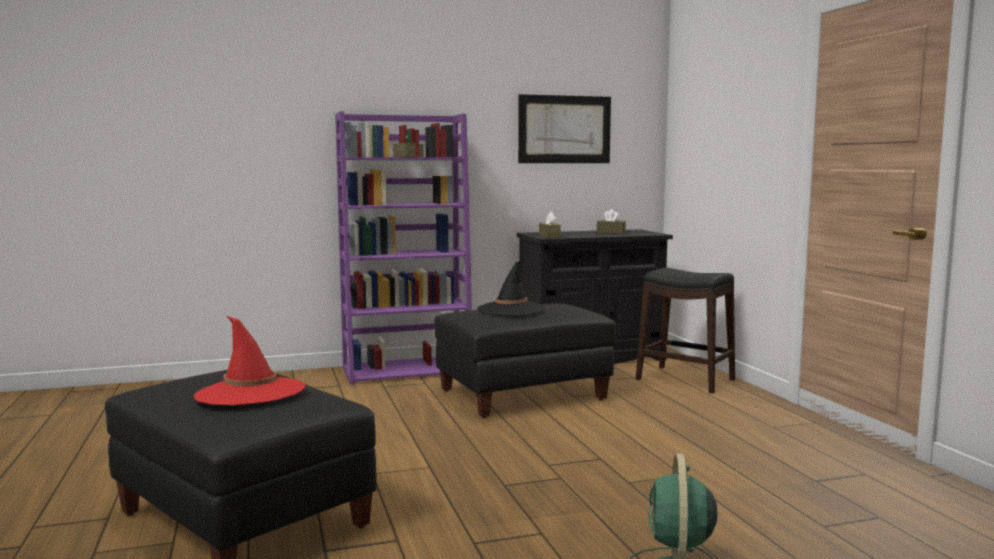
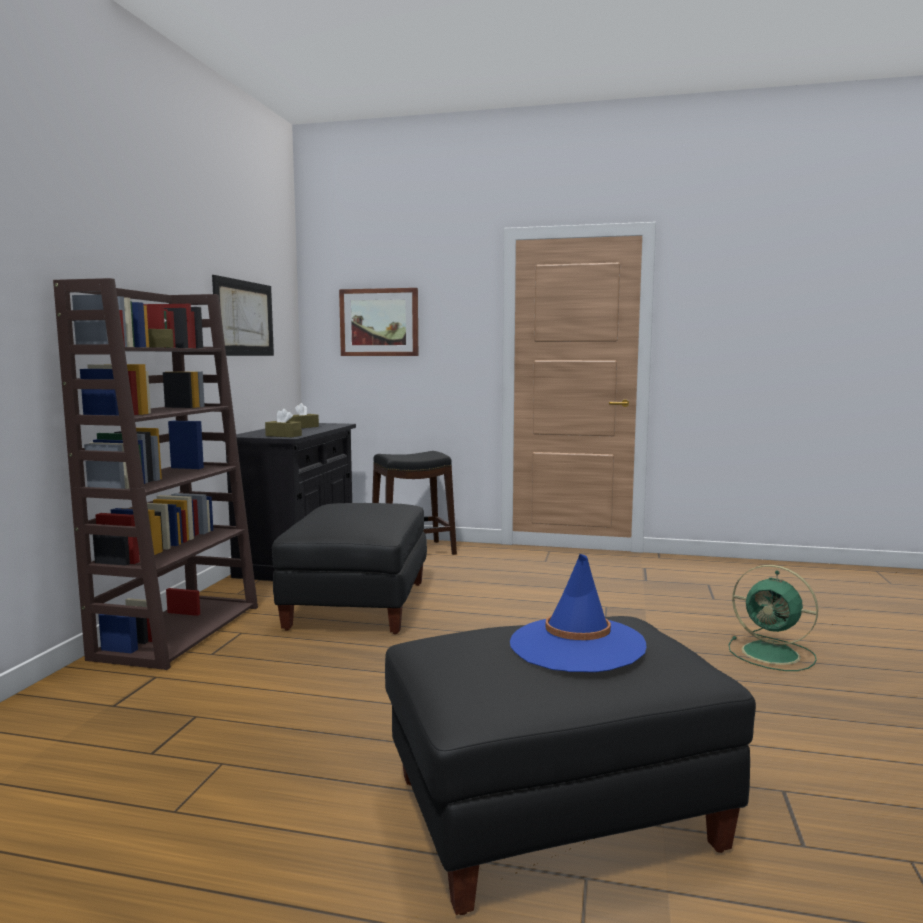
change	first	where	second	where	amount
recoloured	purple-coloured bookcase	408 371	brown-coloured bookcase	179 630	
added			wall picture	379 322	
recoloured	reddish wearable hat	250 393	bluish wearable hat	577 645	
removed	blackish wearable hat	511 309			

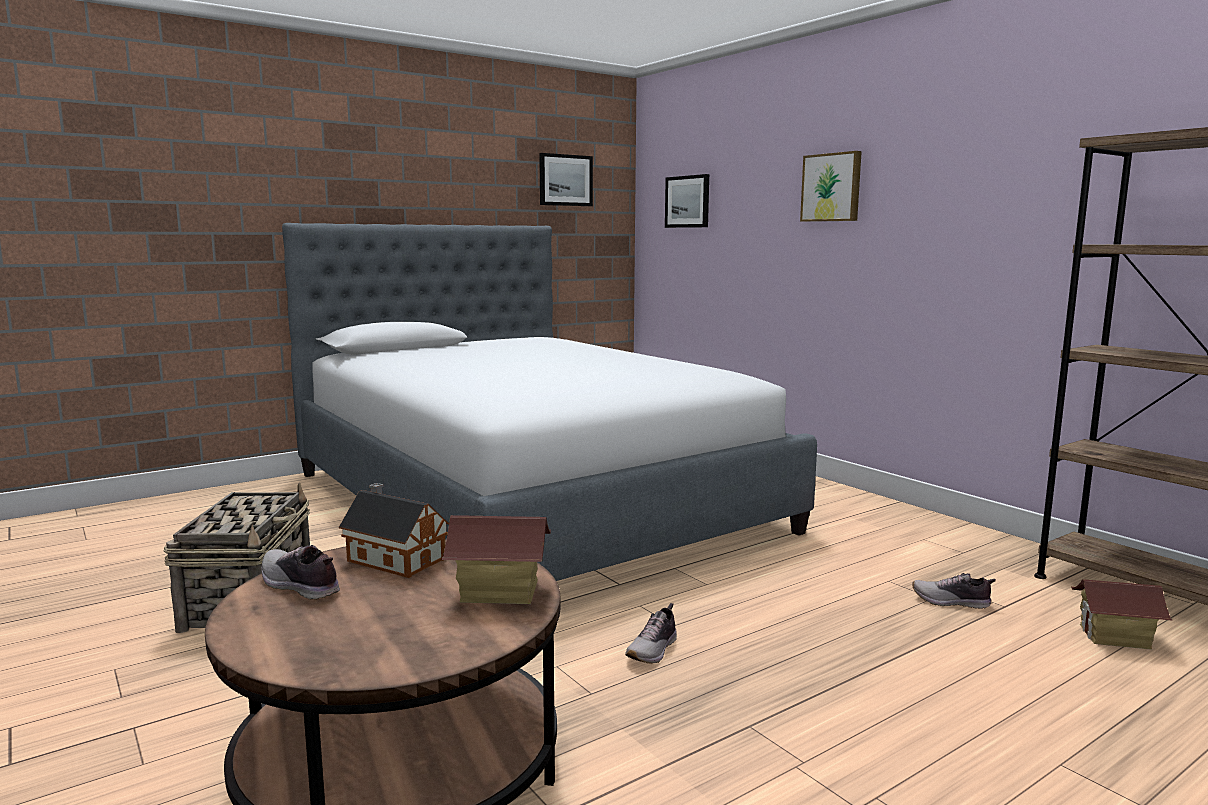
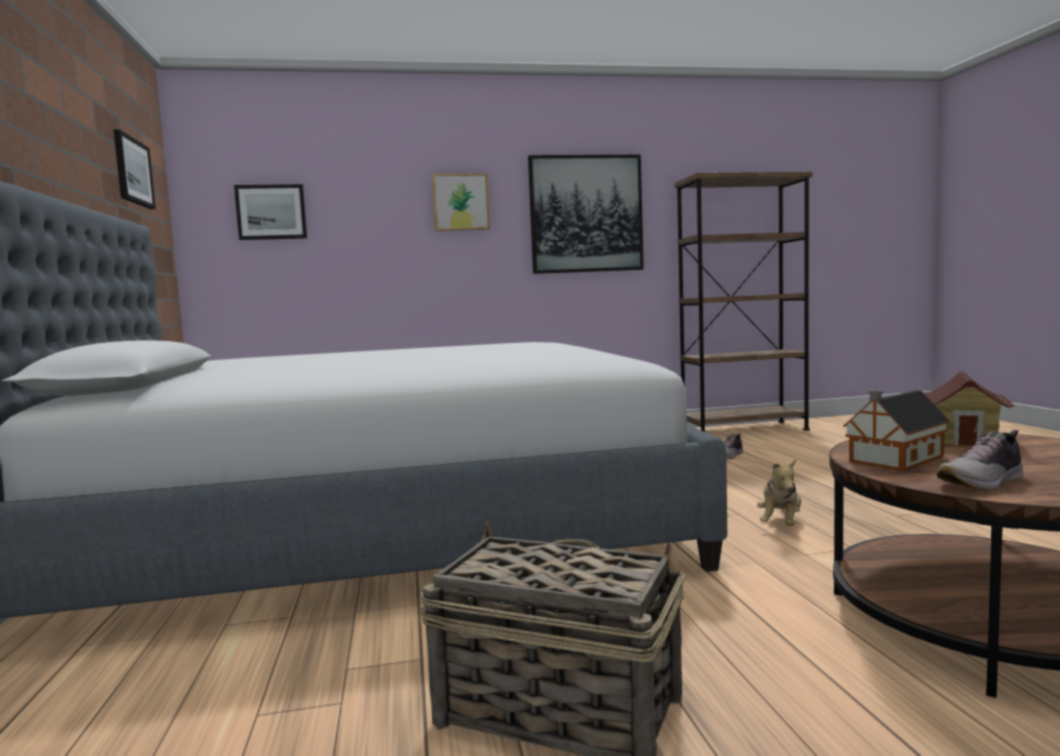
change	first	where	second	where	amount
added			wall picture	586 214	
replaced	low shoe	653 650	plush toy	781 523	
removed	model house	1115 637			

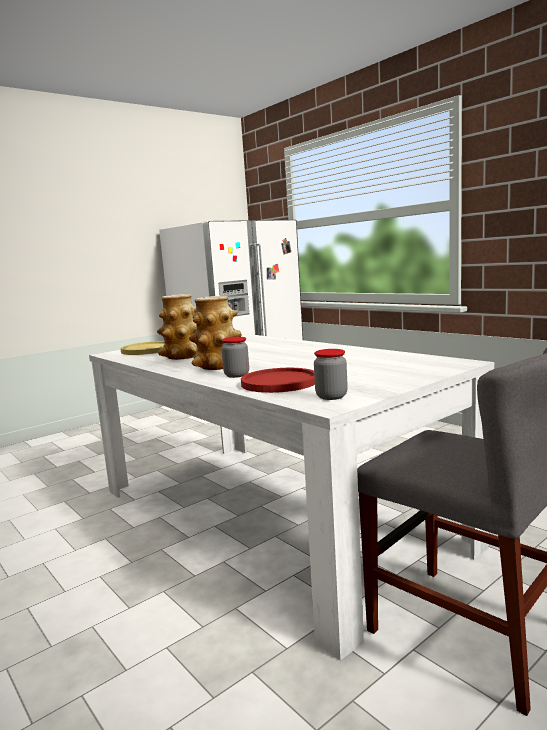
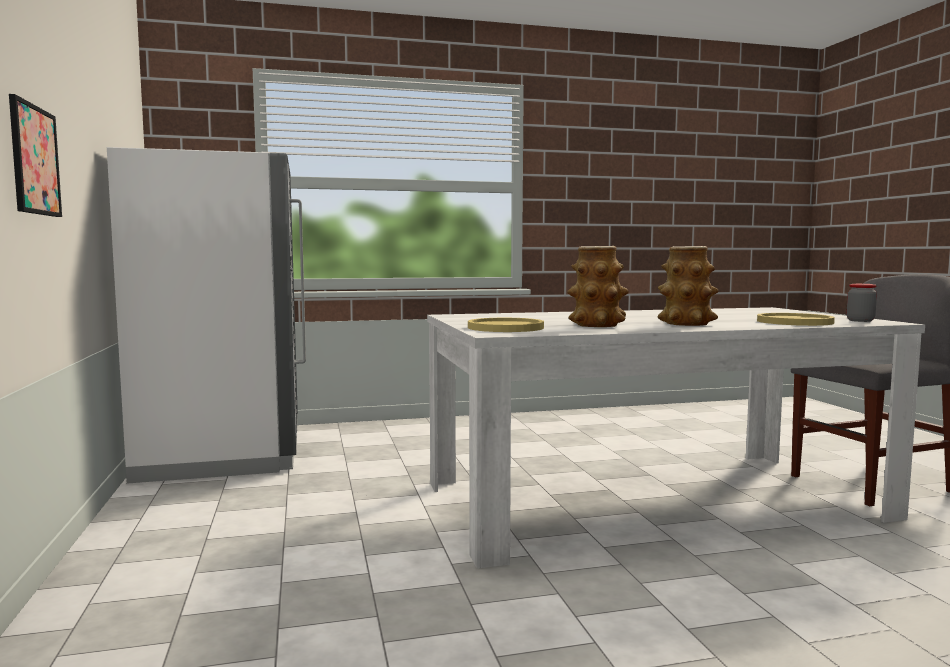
change	first	where	second	where	amount
added			wall picture	34 160	
recoloured	reddish flat dish	279 382	yellowish flat dish	794 322	
removed	storage jar	236 375			

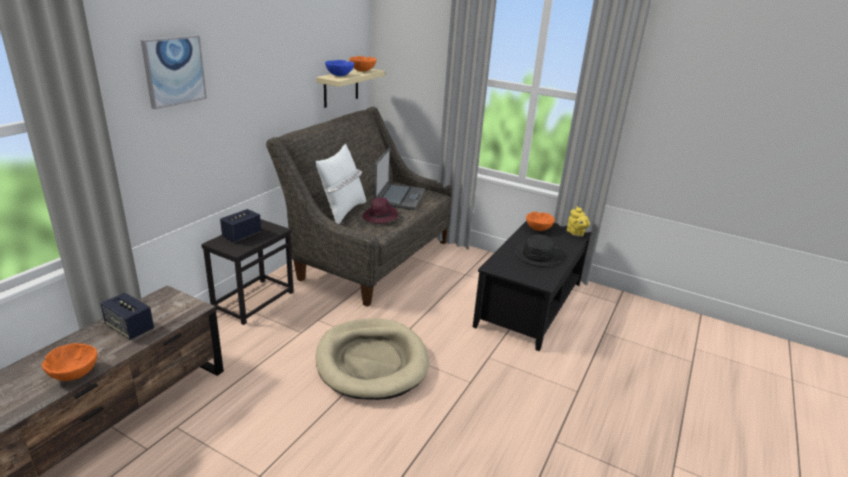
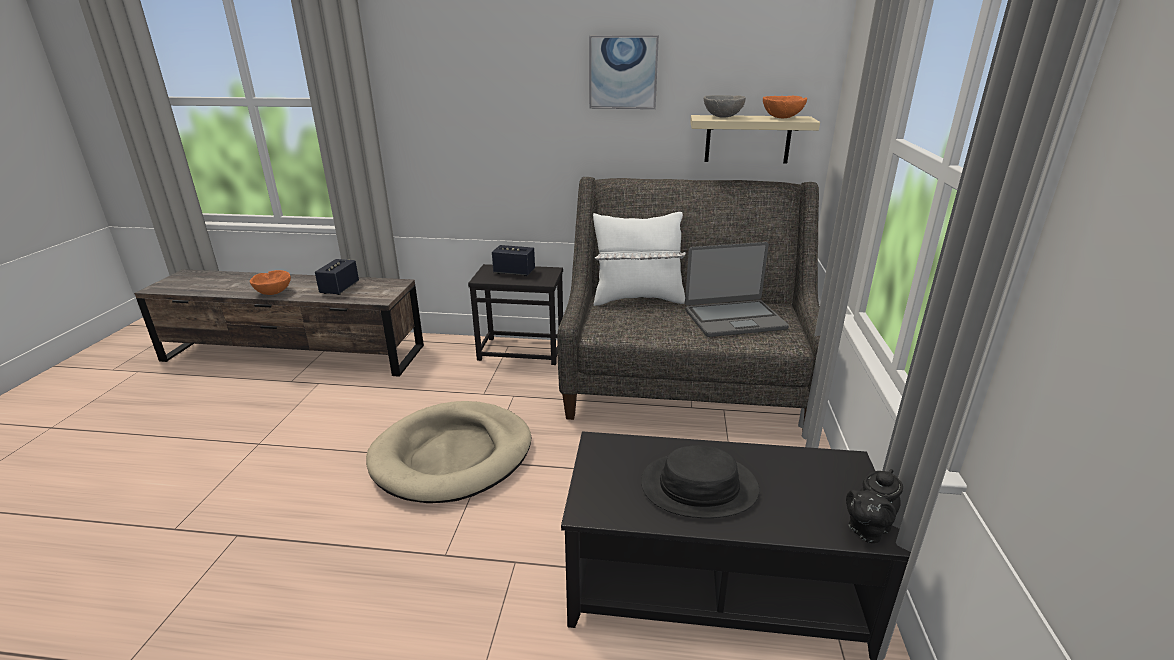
change	first	where	second	where	amount
moved	wall picture	174 71		623 72	
recoloured	bluish serving bowl	339 75	greyish serving bowl	723 117	
recoloured	yellowish teapot	576 233	blackish teapot	866 529	
removed	purple-coloured wearable hat	380 217			
removed	orangey serving bowl	538 229			

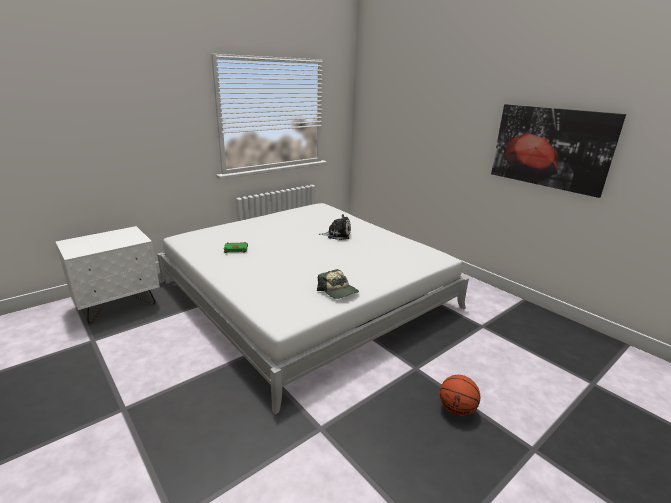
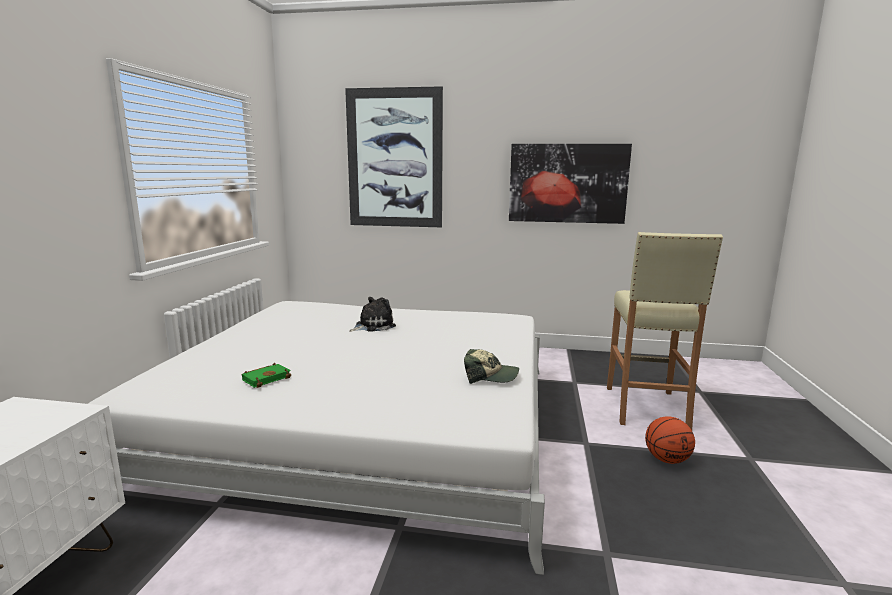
change	first	where	second	where	amount
added			wall picture	394 159	
added			sand-coloured sitting stool	646 408	

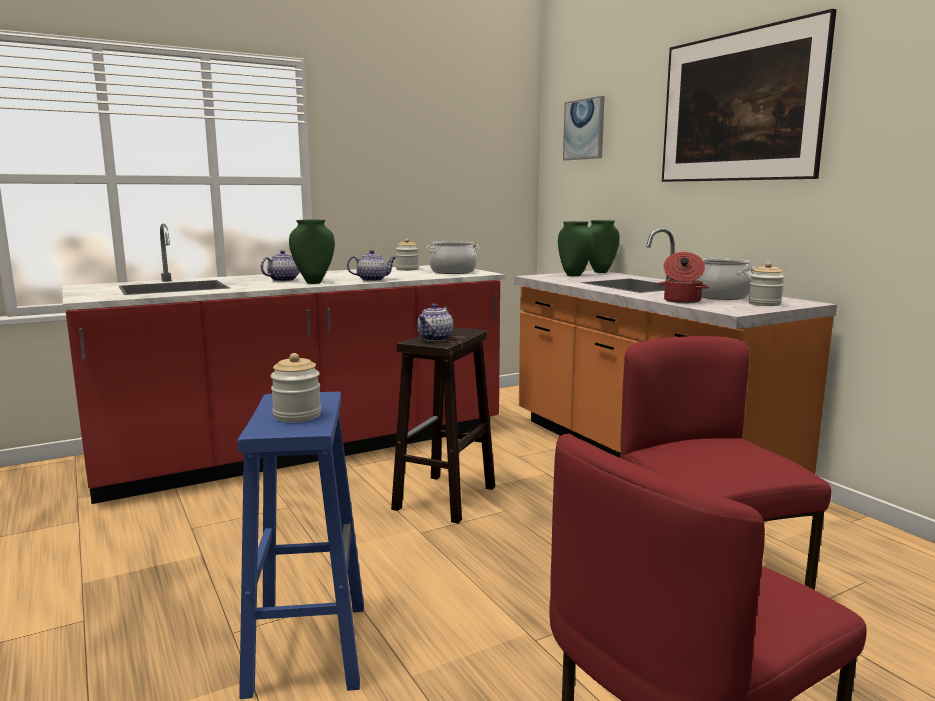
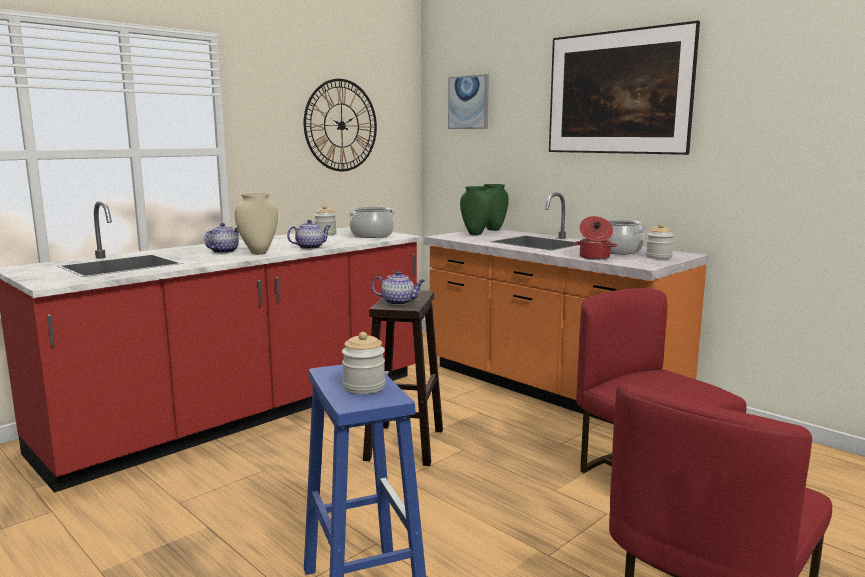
change	first	where	second	where	amount
recoloured	green flower vase	314 282	sand-coloured flower vase	258 253	
added			clock on the wall	341 125	
turned	teapot	435 339		399 302	90 degrees counterclockwise

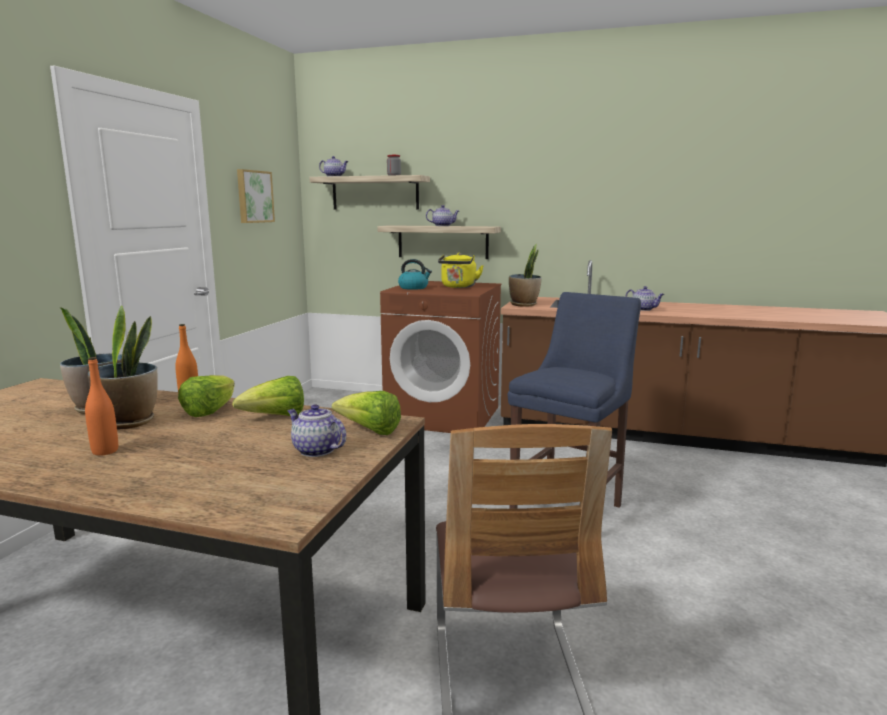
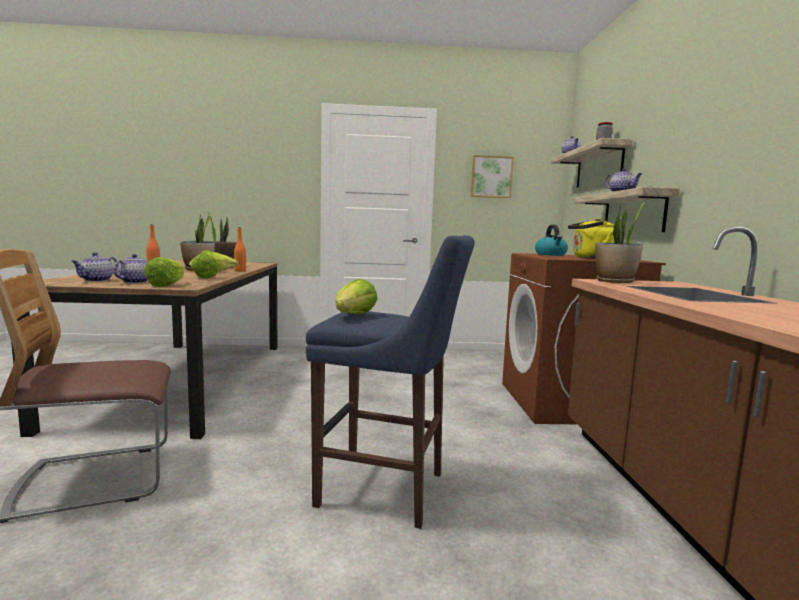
change	first	where	second	where	amount
moved	teapot	644 309		96 280	
added			head of lettuce	354 316	

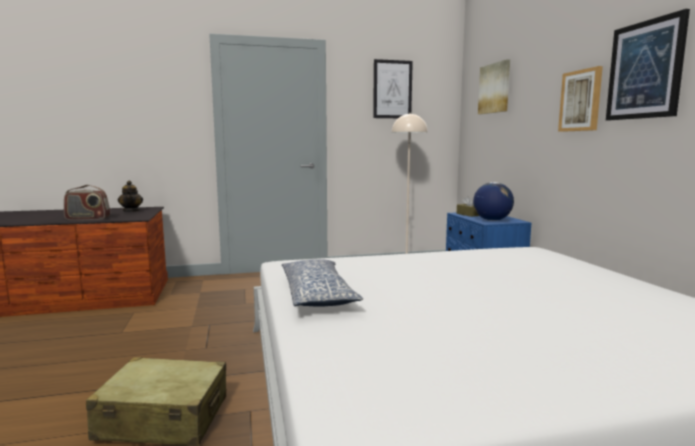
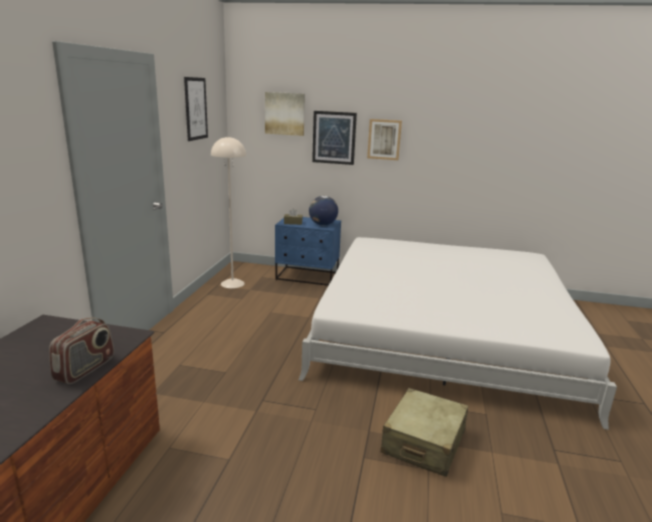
change	first	where	second	where	amount
moved	wall picture	645 70		334 137	
removed	teapot	131 211			
removed	pillow	317 294			

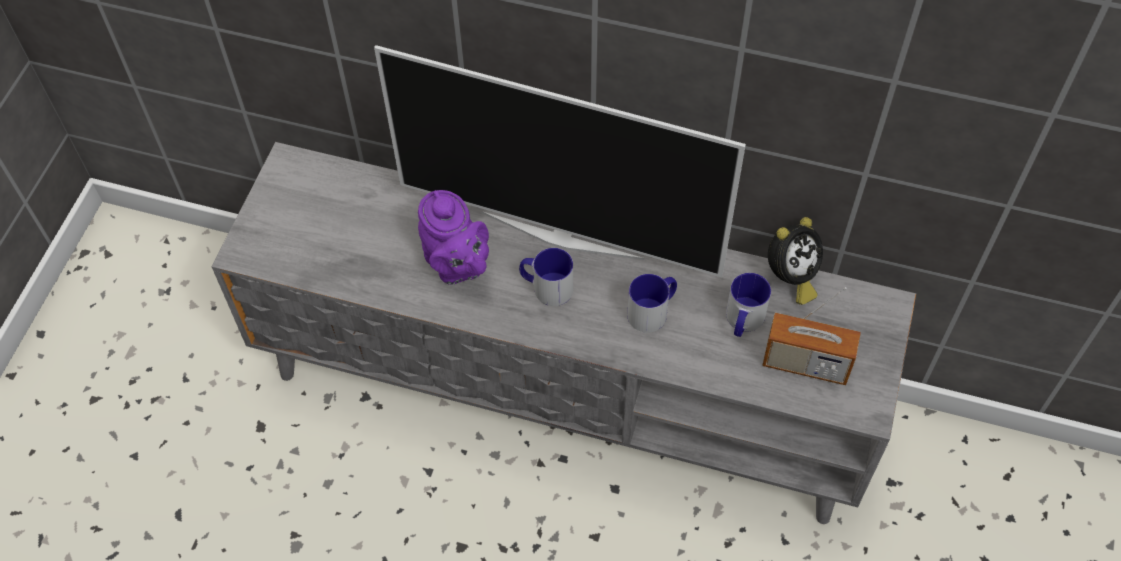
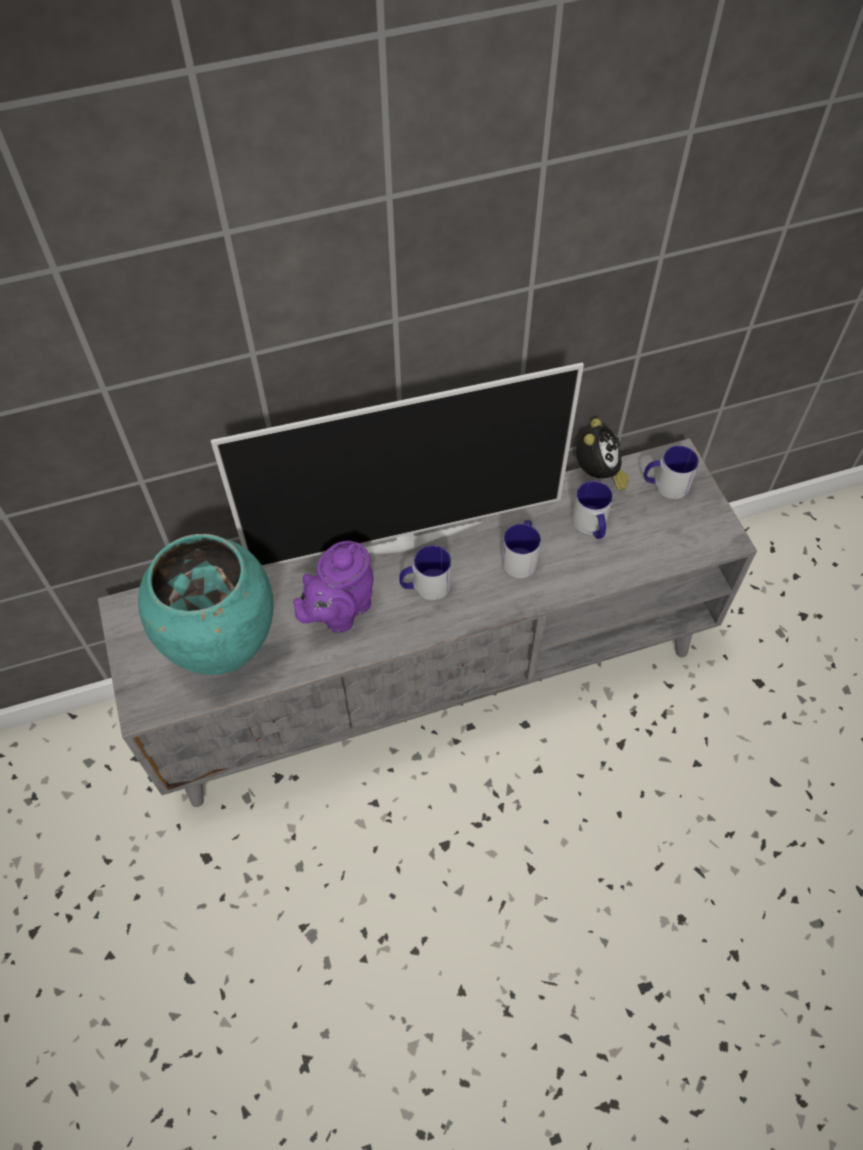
change	first	where	second	where	amount
added			turquoise flower vase	221 646	
turned	purple-coloured teapot	456 265		339 611	105 degrees clockwise
added			mug	665 485	
removed	radio set	805 364			

